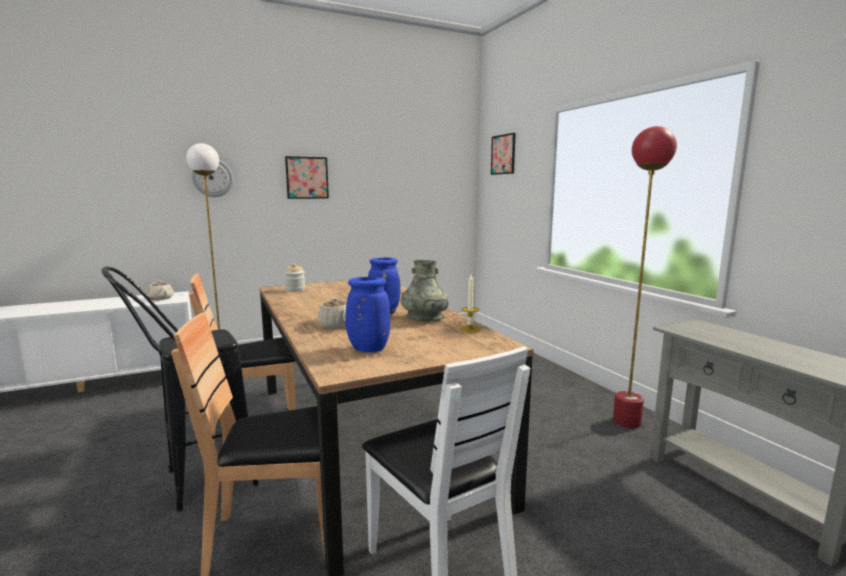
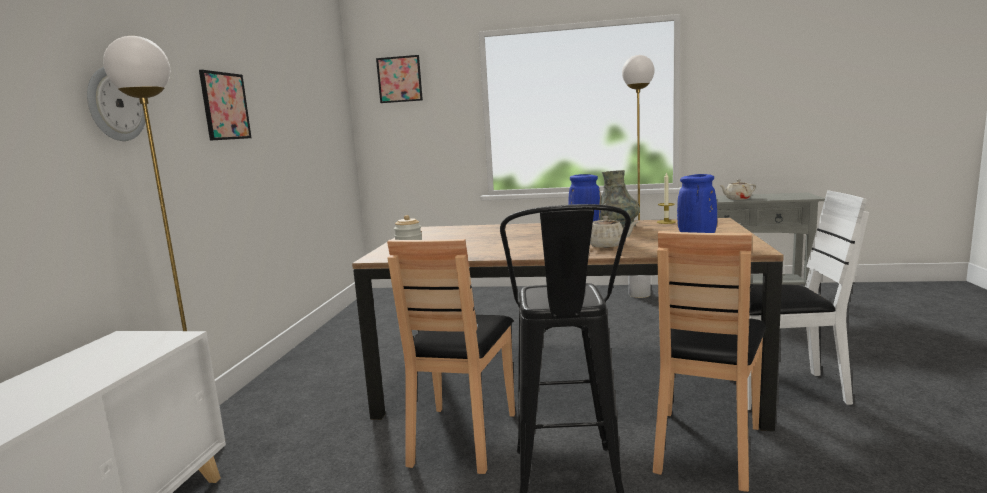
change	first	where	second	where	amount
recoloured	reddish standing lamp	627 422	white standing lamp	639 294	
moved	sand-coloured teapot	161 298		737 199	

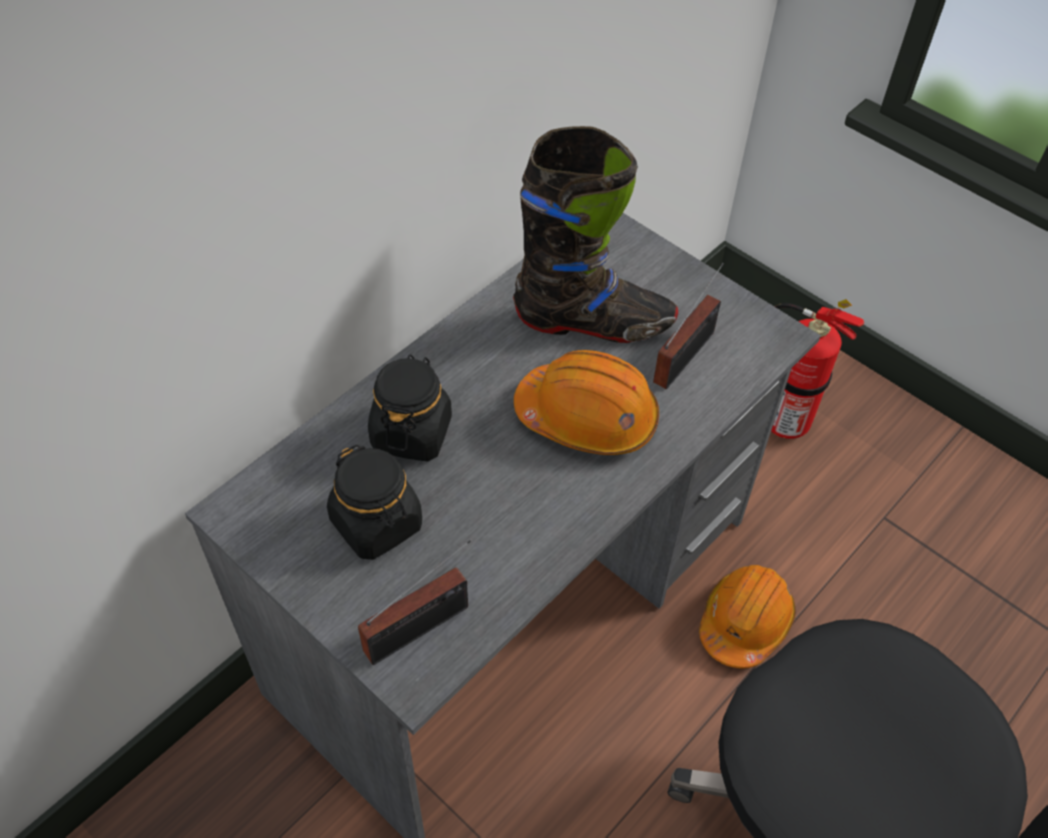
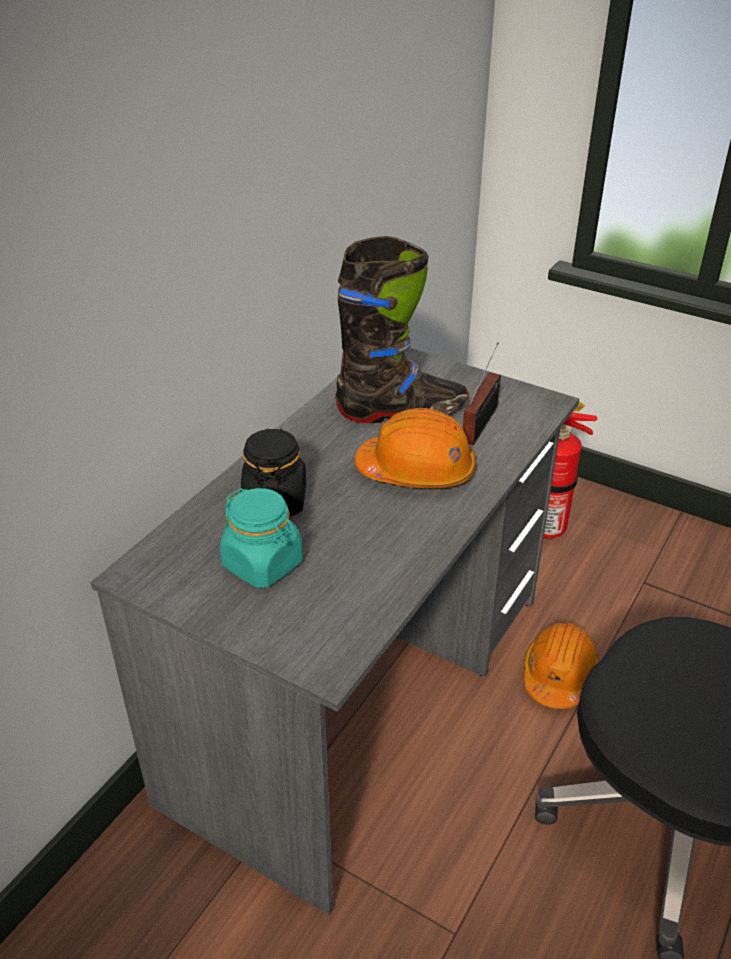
change	first	where	second	where	amount
recoloured	blackish storage jar	377 524	turquoise storage jar	263 564	
removed	radio set	423 627			

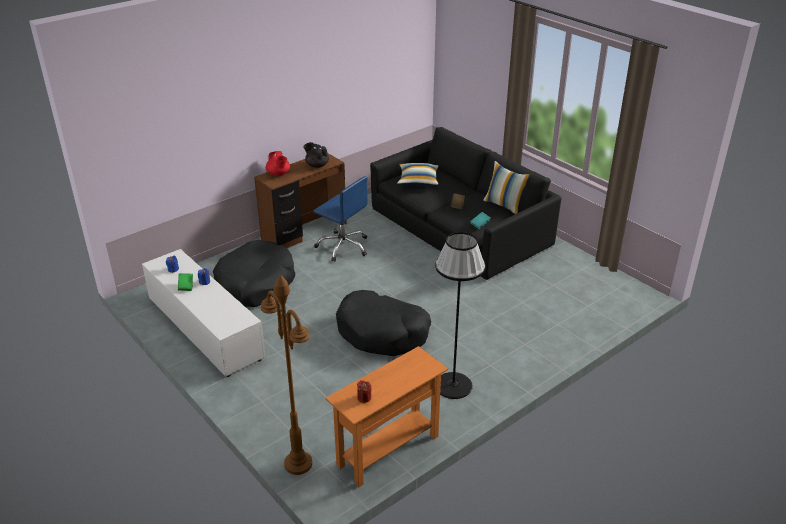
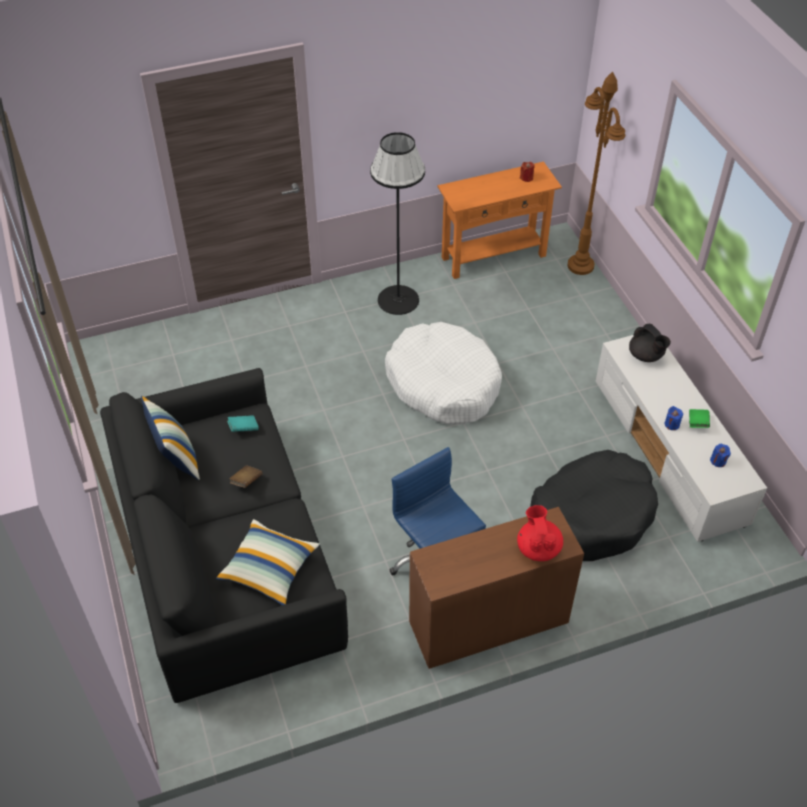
change	first	where	second	where	amount
recoloured	blackish dog bed	382 332	white dog bed	443 383	
moved	blackish teapot	317 165		646 355	

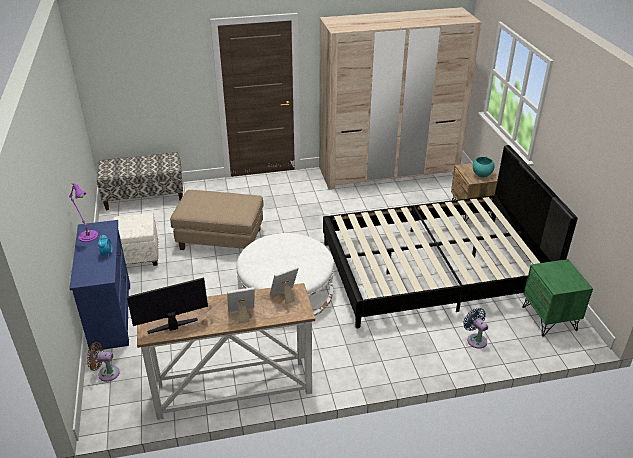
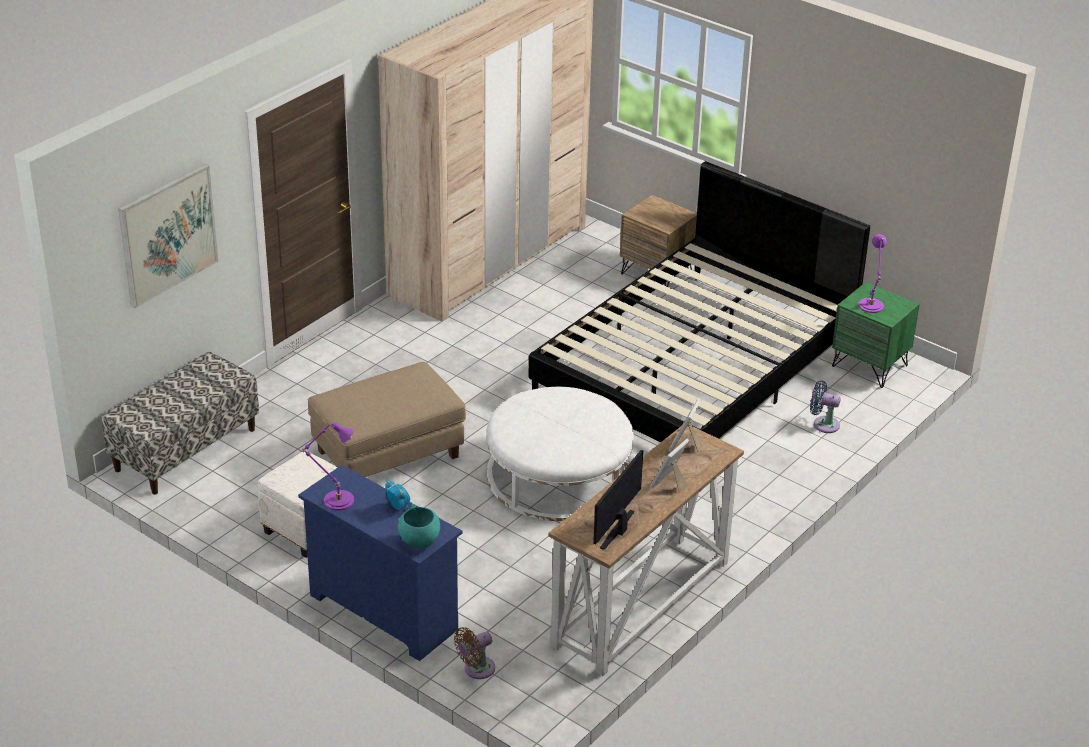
change	first	where	second	where	amount
added			wall picture	168 235	
moved	turquoise serving bowl	481 174		419 541	
added			purple-coloured lamp for a table	871 307	

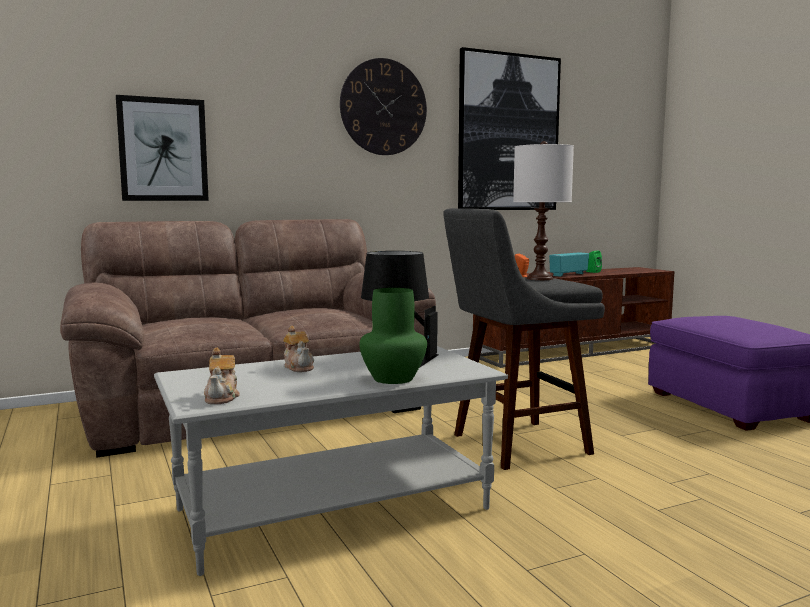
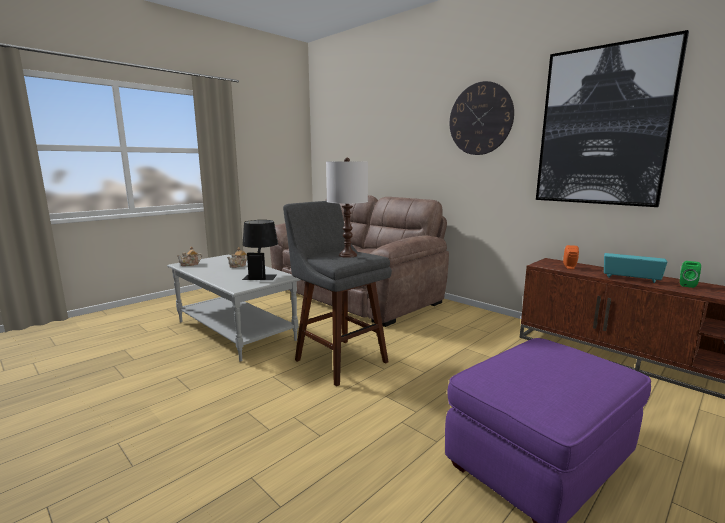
change	first	where	second	where	amount
removed	wall picture	163 149			
removed	green flower vase	392 379			

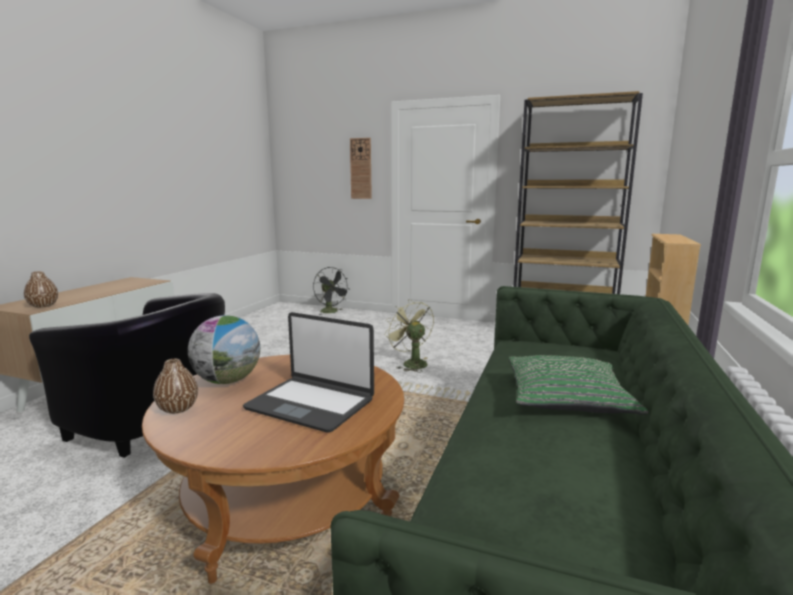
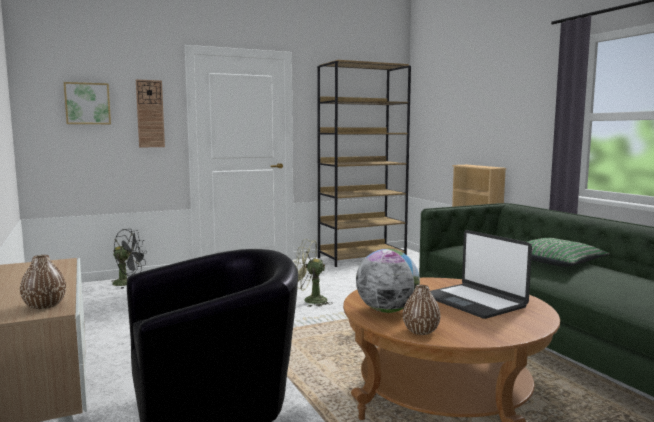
change	first	where	second	where	amount
added			wall picture	87 103	
turned	notebook computer	311 404		474 302	75 degrees clockwise

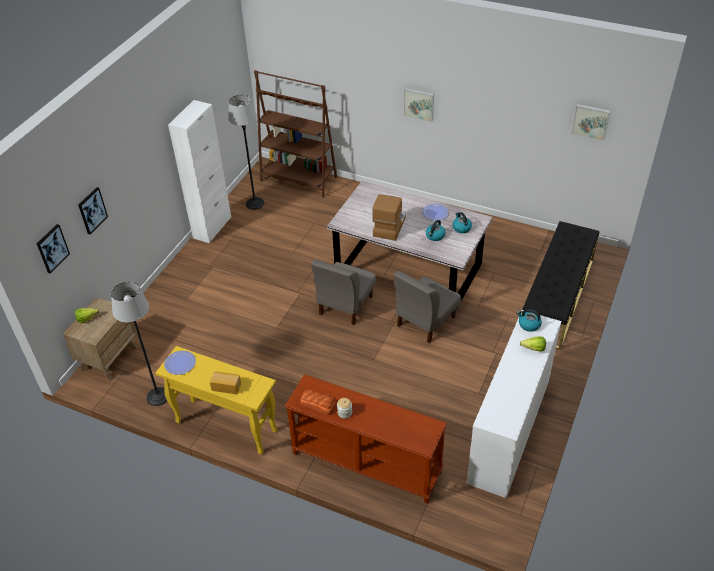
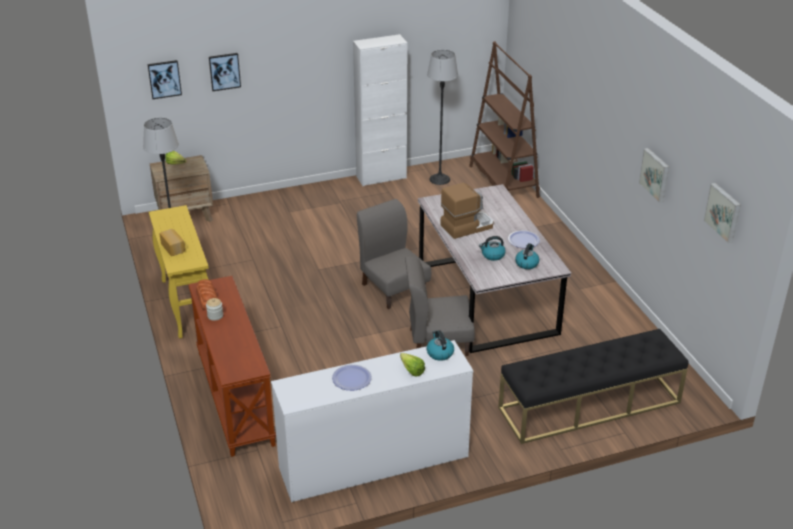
change	first	where	second	where	amount
moved	flat dish	180 363		351 378	
turned	greyish upright chair	345 305		393 288	75 degrees clockwise
moved	wall picture	419 104		655 174	

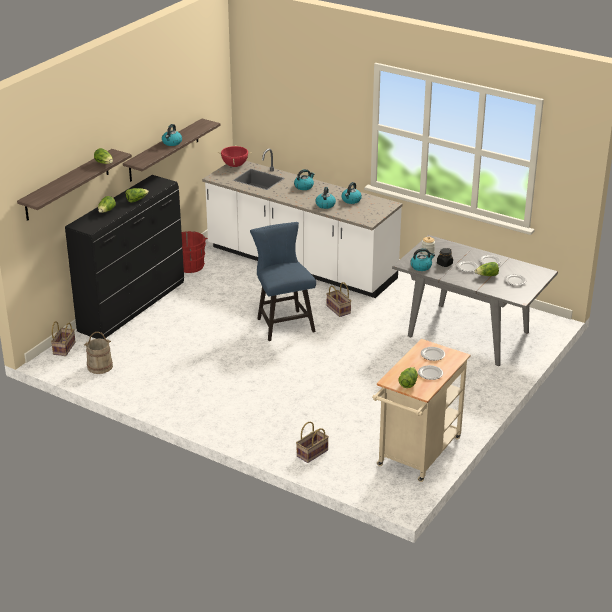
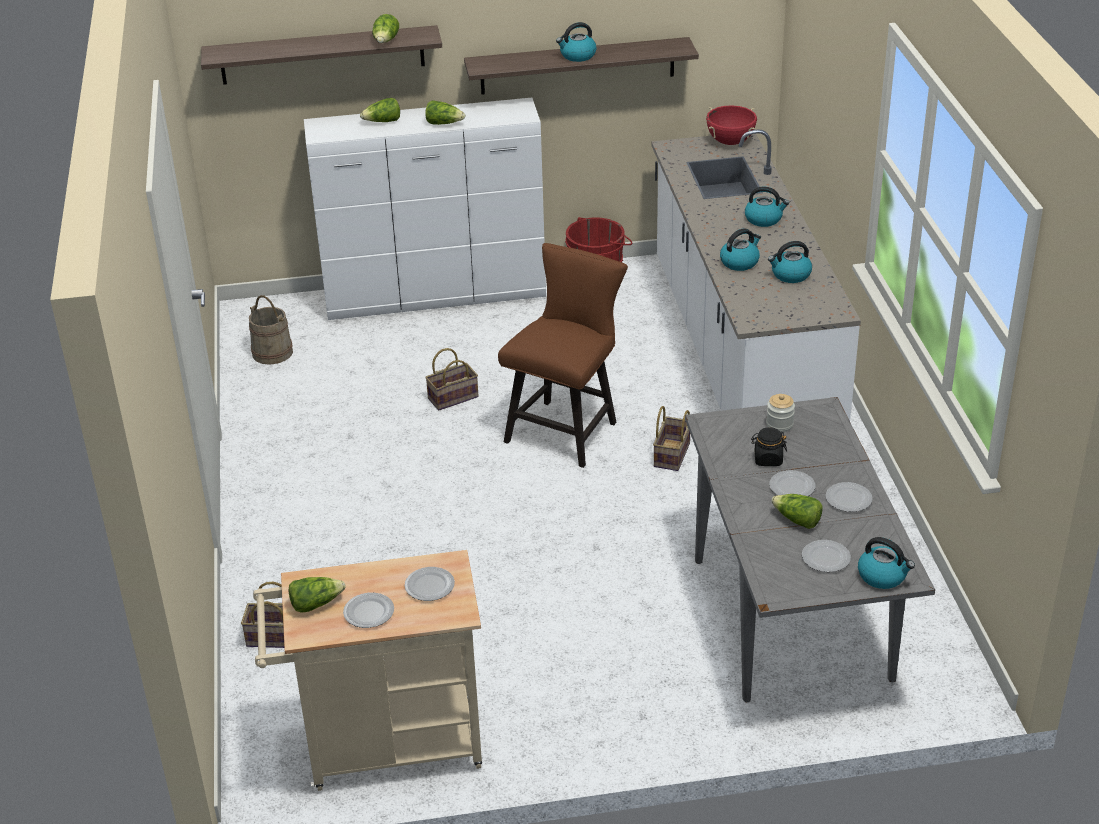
change	first	where	second	where	amount
recoloured	blackish dresser	133 307	white dresser	437 297	
moved	storage basket	64 348		453 397	
recoloured	bluish upright chair	283 323	brown-coloured upright chair	566 428	
moved	kettle	421 266		883 576	

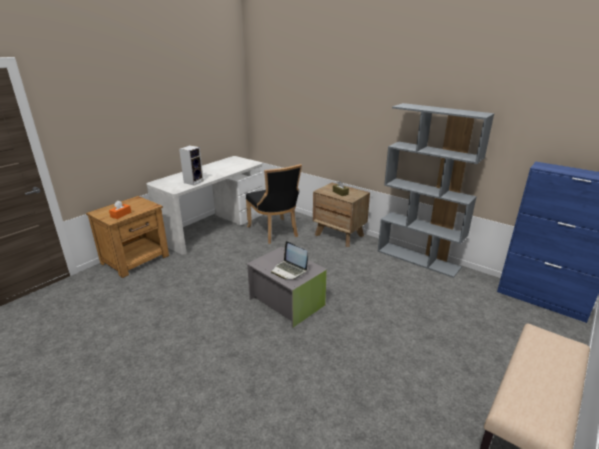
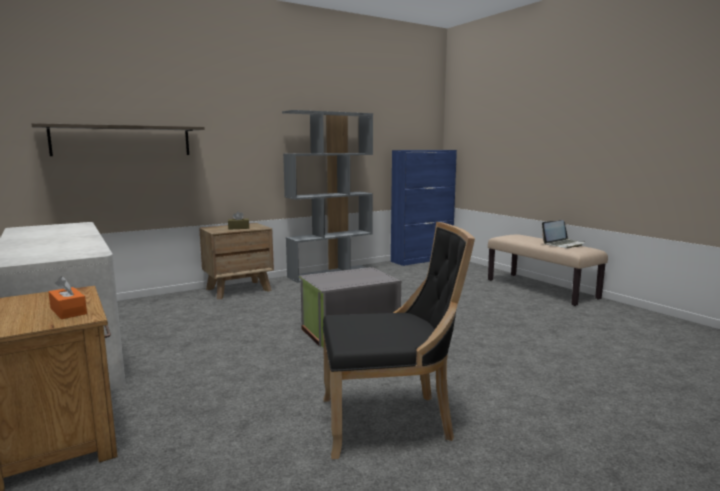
change	first	where	second	where	amount
added			wall shelf	122 140	
moved	blackish upright chair	275 232		390 421	
moved	notebook computer	289 270		563 244	
removed	loudspeaker	194 181			

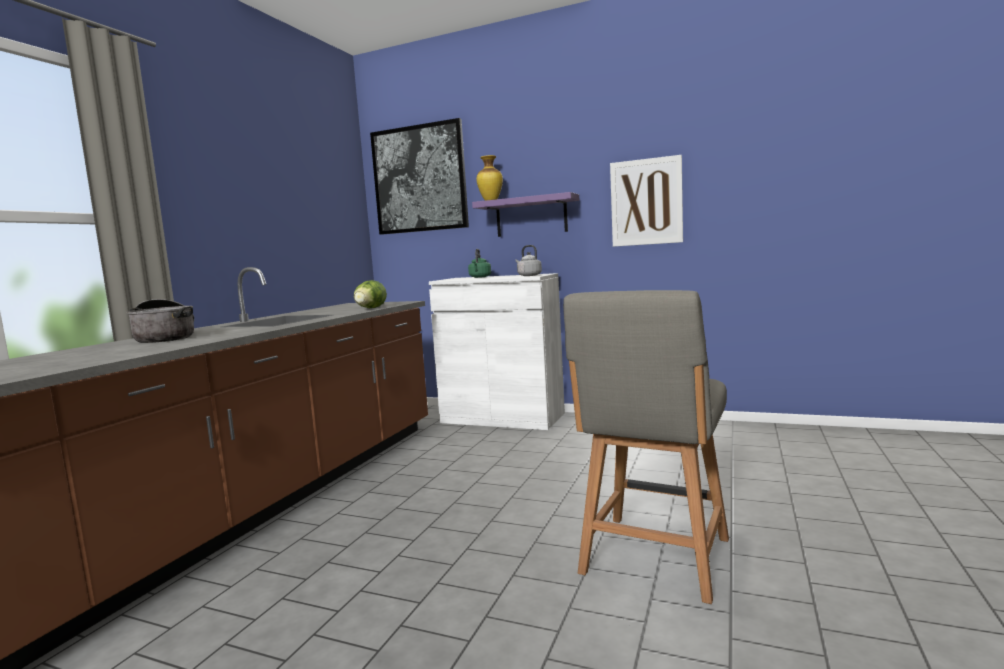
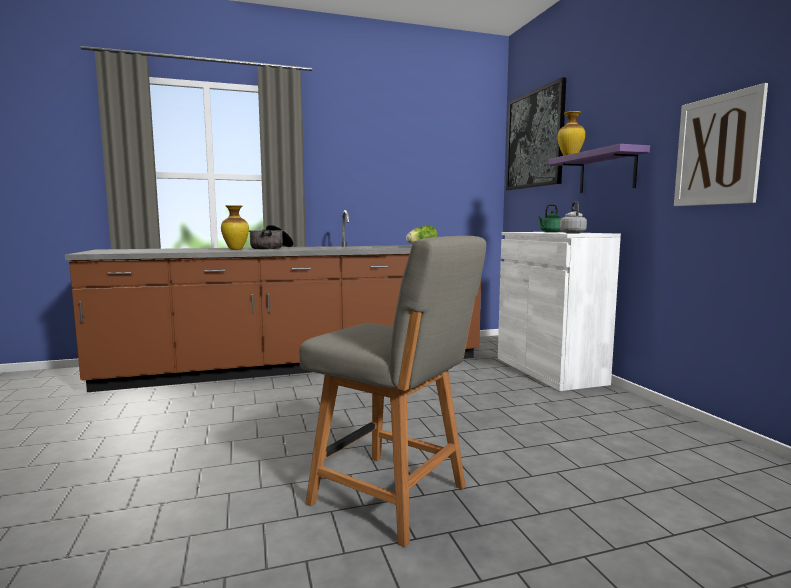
change	first	where	second	where	amount
added			flower vase	236 249	
turned	greyish upright chair	654 559		393 497	135 degrees counterclockwise

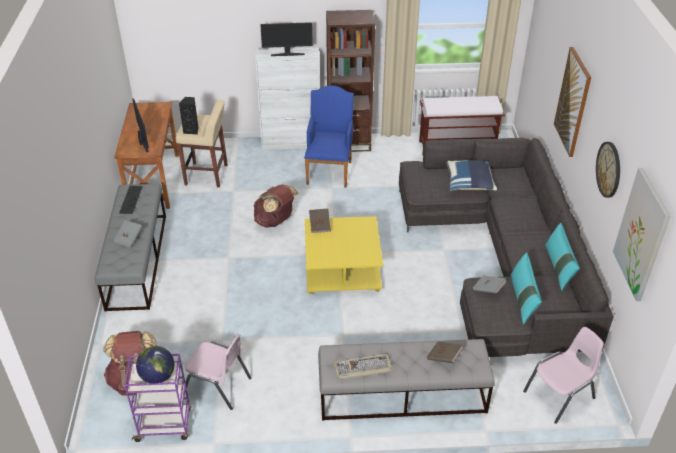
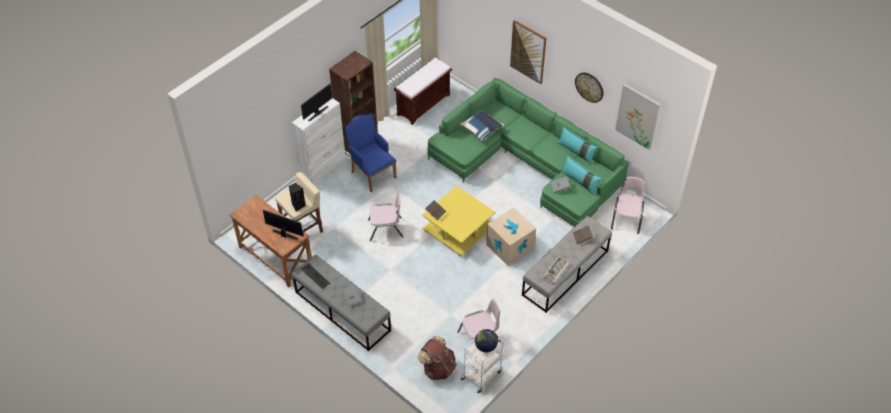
change	first	where	second	where	amount
replaced	brown-coloured rucksack	275 221	pinkish upright chair	386 229	
recoloured	greyish settee	502 258	green settee	527 163	
recoloured	purple-coloured wheeled cart	165 425	white wheeled cart	481 375	
added			carton	510 247	

